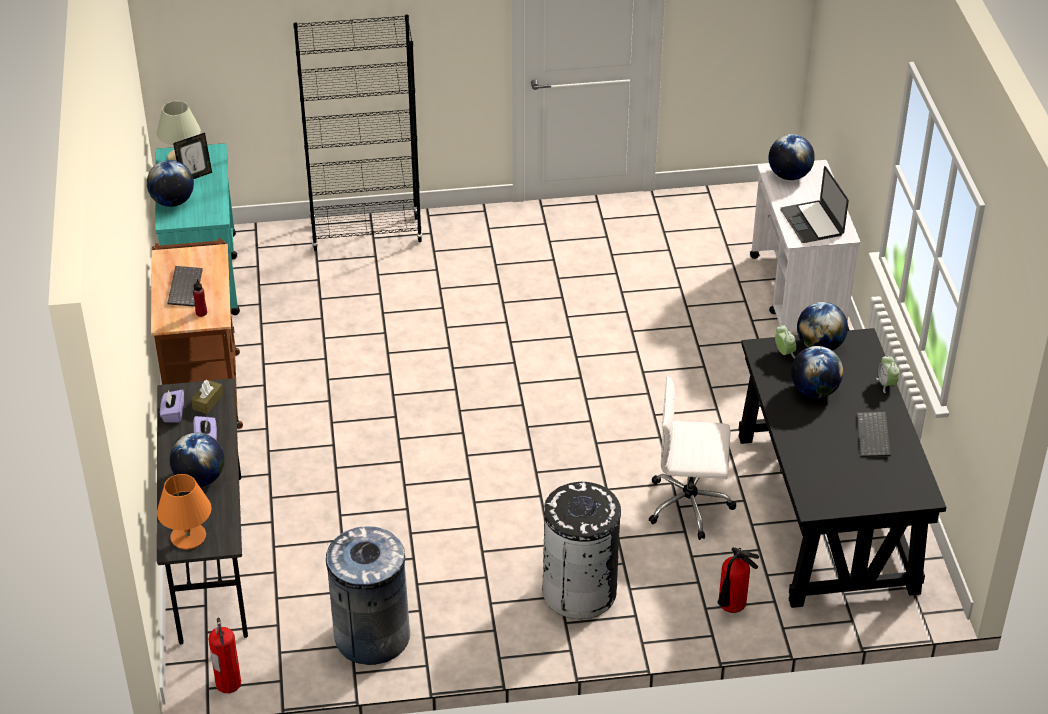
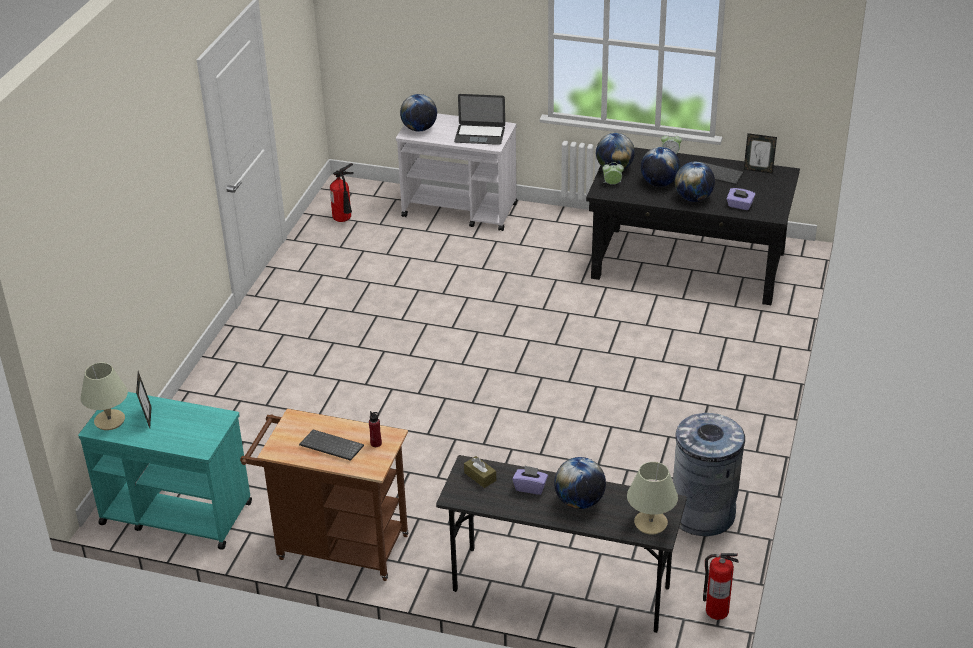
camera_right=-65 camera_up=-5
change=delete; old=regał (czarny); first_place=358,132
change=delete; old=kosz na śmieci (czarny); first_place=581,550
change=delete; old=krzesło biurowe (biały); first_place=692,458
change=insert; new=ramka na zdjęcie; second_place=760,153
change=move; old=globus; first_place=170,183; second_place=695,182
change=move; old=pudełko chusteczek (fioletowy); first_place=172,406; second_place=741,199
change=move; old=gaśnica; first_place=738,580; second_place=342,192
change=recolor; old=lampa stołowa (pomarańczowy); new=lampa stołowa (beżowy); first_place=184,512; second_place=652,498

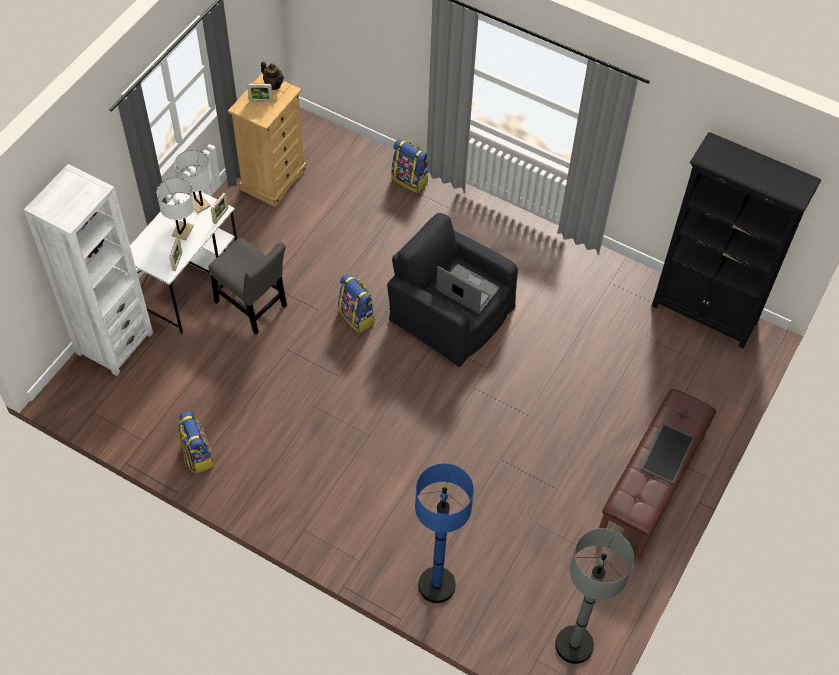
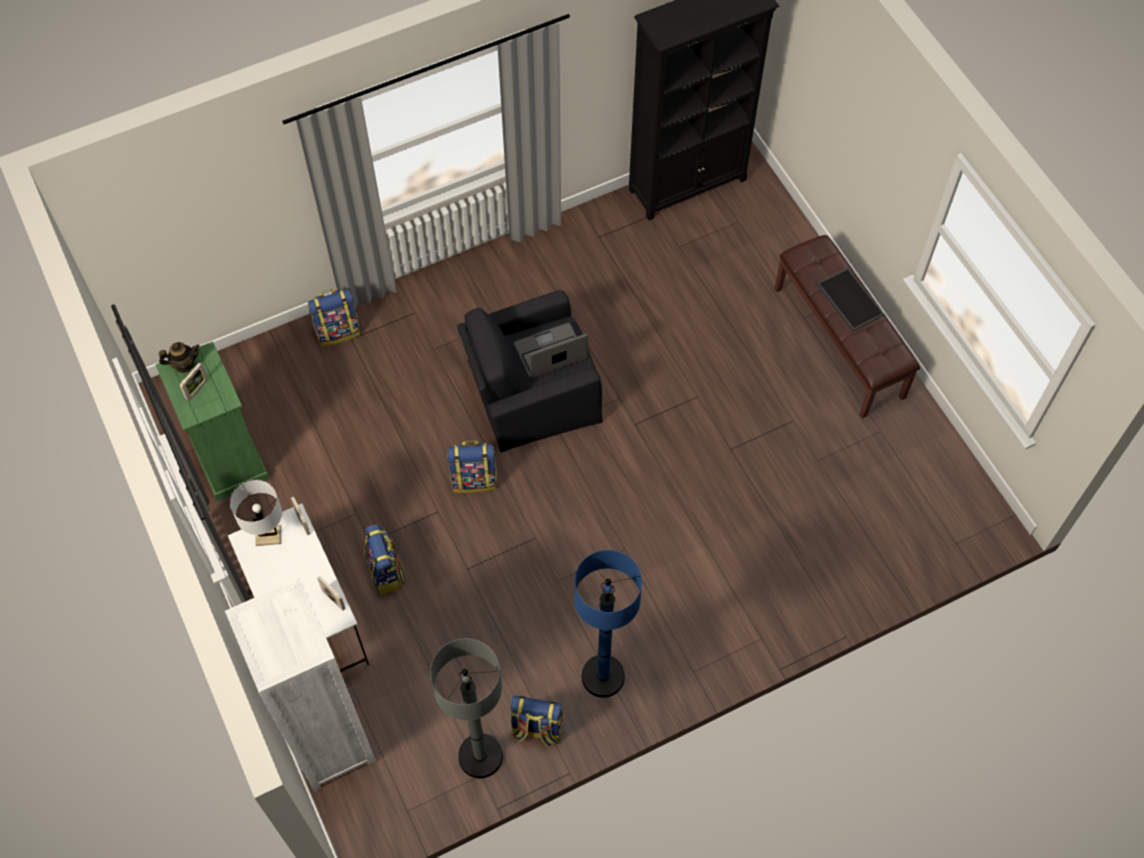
camera_right=-55 camera_up=5
change=delete; old=lampa stołowa (biały); first_place=176,209
change=move; old=lampa stojąca (niebieski); first_place=444,533; second_place=608,624
change=move; old=lampa stojąca (szary); first_place=594,596; second_place=466,708
change=replace; old=krzesło (szary); new=plecak; first_place=248,286; second_place=385,559
change=recolor; old=komoda (beżowy); new=komoda (zielony); first_place=267,140; second_place=212,421

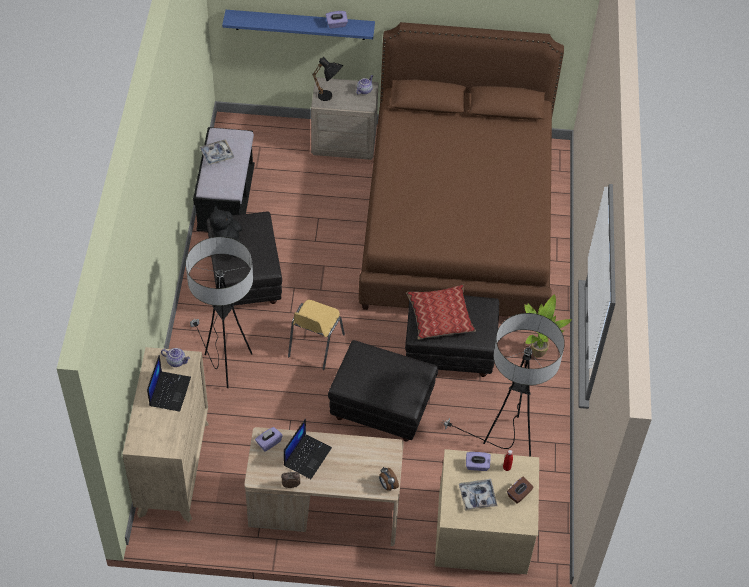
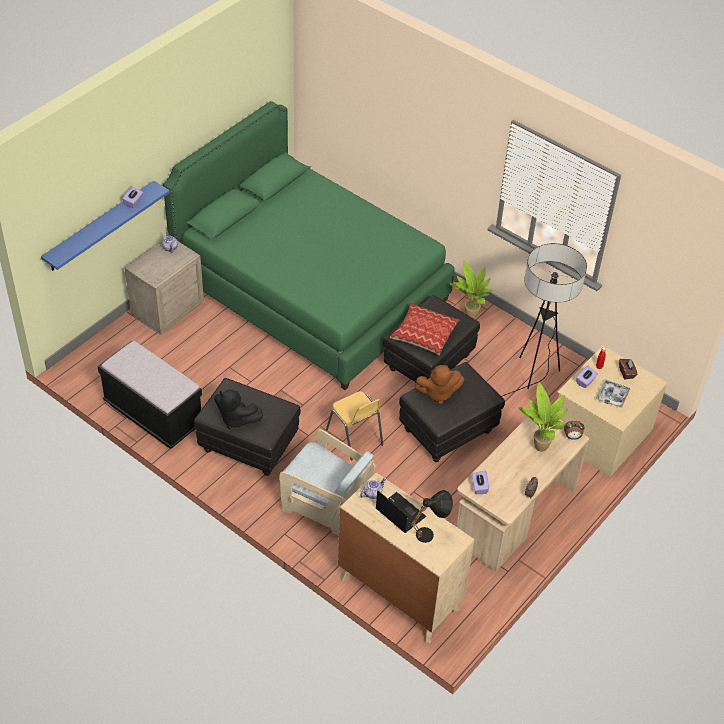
camera_right=-55 camera_up=-5
change=delete; old=taca; first_place=216,152
change=delete; old=laptop; first_place=308,449
change=insert; new=pluszak (brązowy); second_place=439,384
change=insert; new=roślina doniczkowa; second_place=543,417
change=move; old=lampa stołowa (czarny); first_place=327,79; second_place=432,516
change=replace; old=lampa stojąca; new=fotel (beżowy); first_place=219,312; second_place=327,482
change=recolor; old=łóżko (brązowy); new=łóżko (zielony); first_place=461,169; second_place=309,245

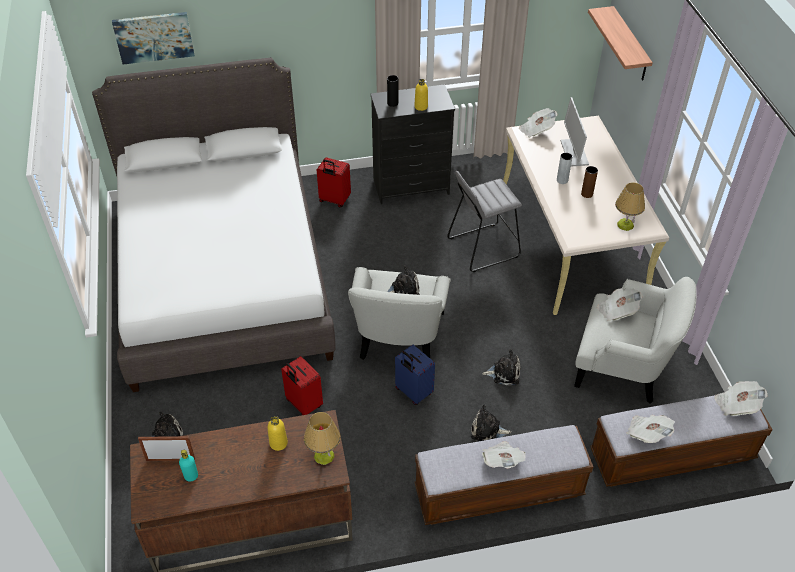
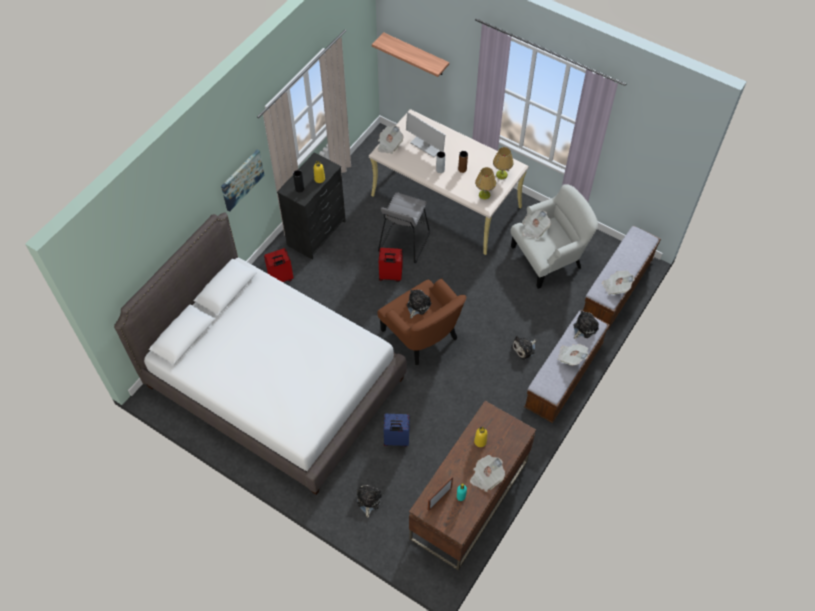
camera_right=-45 camera_up=10
change=move; old=obraz; first_place=153,38; second_place=243,180
change=move; old=walizka (czerwony); first_place=302,385; second_place=390,265
change=move; old=lampa stołowa; first_place=322,438; second_place=485,183
change=move; old=walizka (niebieski); first_place=415,375; second_place=396,430
change=move; old=pluszak; first_place=501,367; second_place=586,325
change=move; old=gazeta; first_place=741,398; second_place=487,473
change=recolor; old=fotel (biały); new=fotel (brązowy); first_place=399,313; second_place=421,321

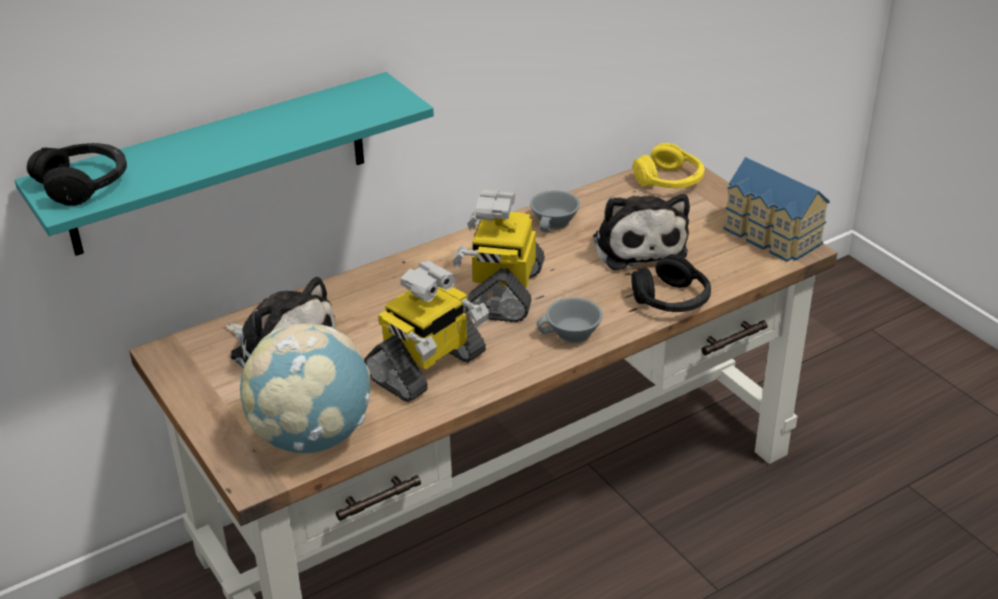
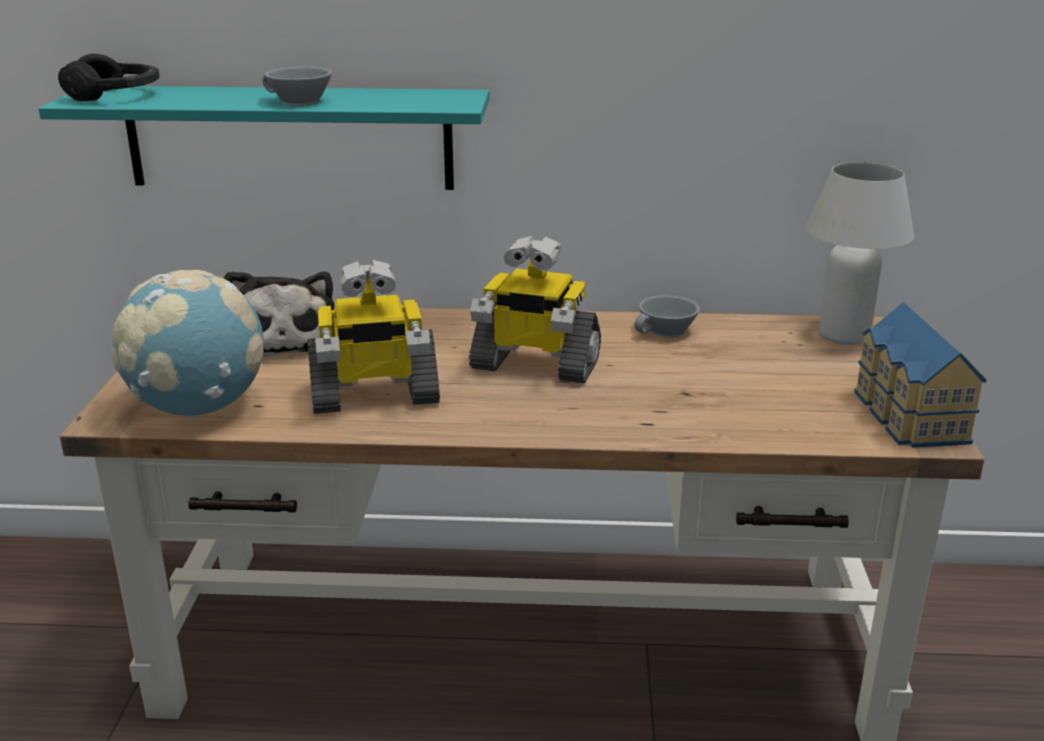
camera_right=35 camera_up=-10
change=delete; old=pluszak; first_place=641,232
change=delete; old=słuchawki (czarny); first_place=671,283
change=move; old=filiżanka (szary); first_place=570,320; second_place=297,86
change=replace; old=słuchawki (żółty); new=lampa stołowa (biały); first_place=669,165; second_place=860,253
change=rotate; old=robot zabawkowy; first_place=498,256; second_place=535,309; degrees=-120

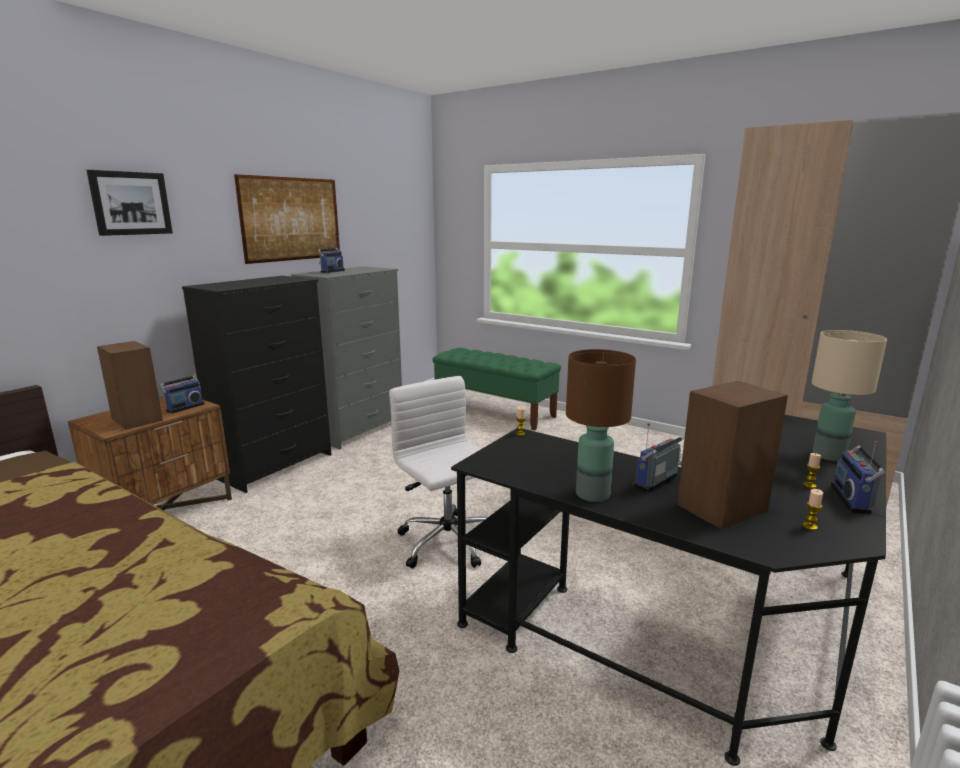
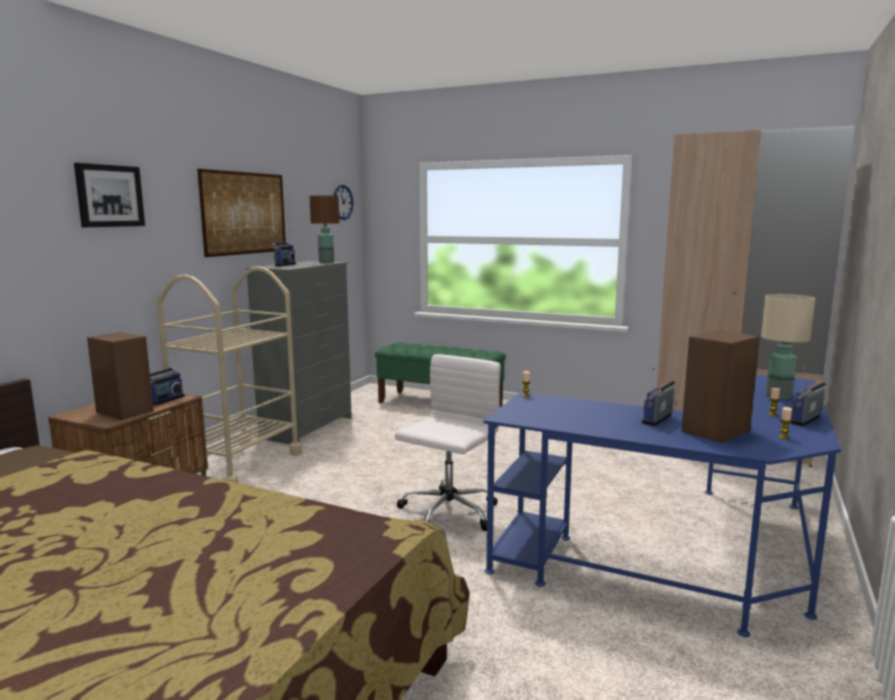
camera_right=-10 camera_up=-5
change=insert; new=zegar ścienny; second_place=343,202
change=move; old=lampa stołowa (brązowy); first_place=601,425; second_place=324,229
change=replace; old=komoda (czarny); new=wózek (beżowy); first_place=257,384; second_place=229,374
change=recolor; old=biurko (czarny); new=biurko (niebieski); first_place=668,590; second_place=662,506
change=rotate; old=krzesło biurowe (biały); first_place=438,472; second_place=448,442; degrees=75
change=rotate; old=radio; first_place=858,477; second_place=809,397; degrees=45

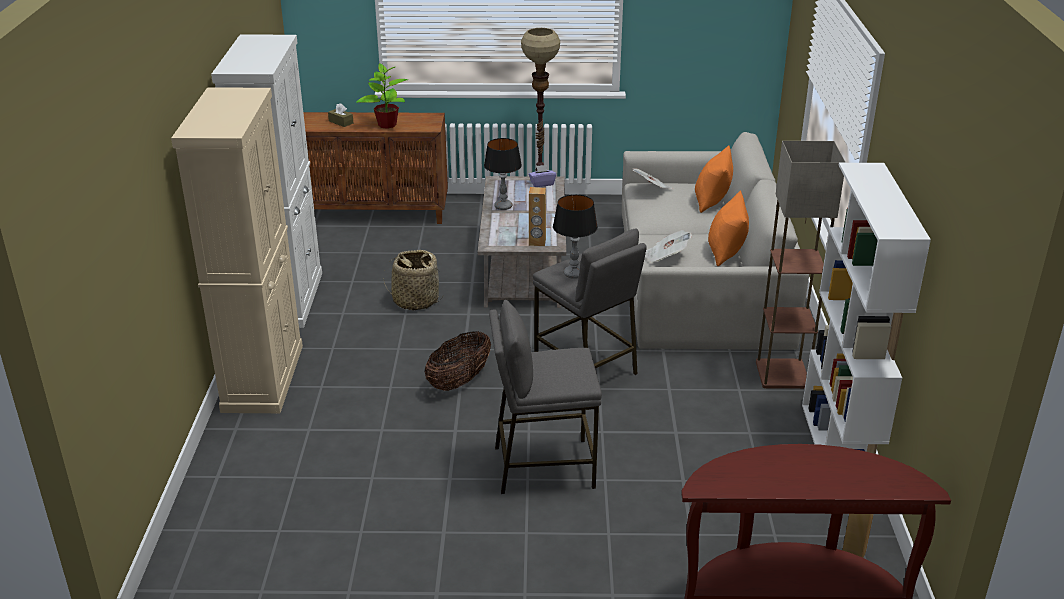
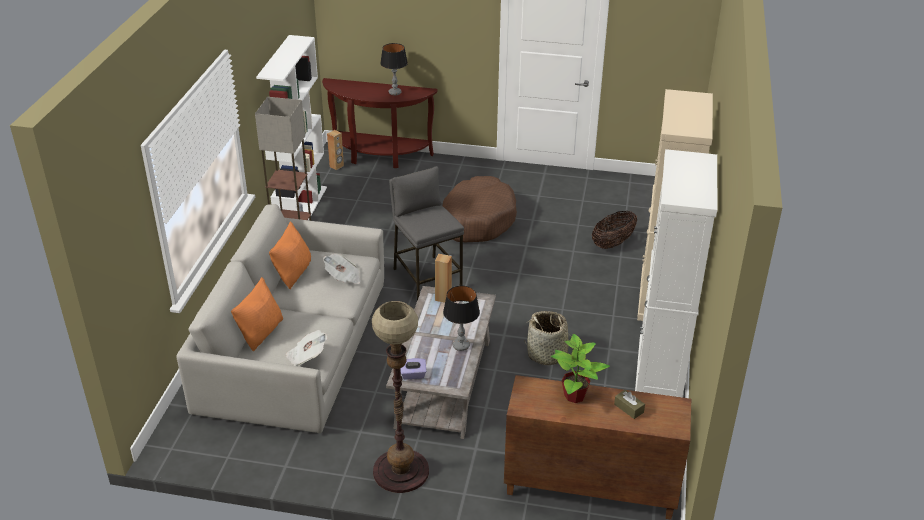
camera_right=-170 camera_up=5
change=move; old=koszyk; first_place=457,361; second_place=614,230
change=move; old=lampa stołowa; first_place=575,236; second_place=394,69
change=replace; old=stołek (szary); new=legowisko (brązowy); first_place=545,397; second_place=479,209

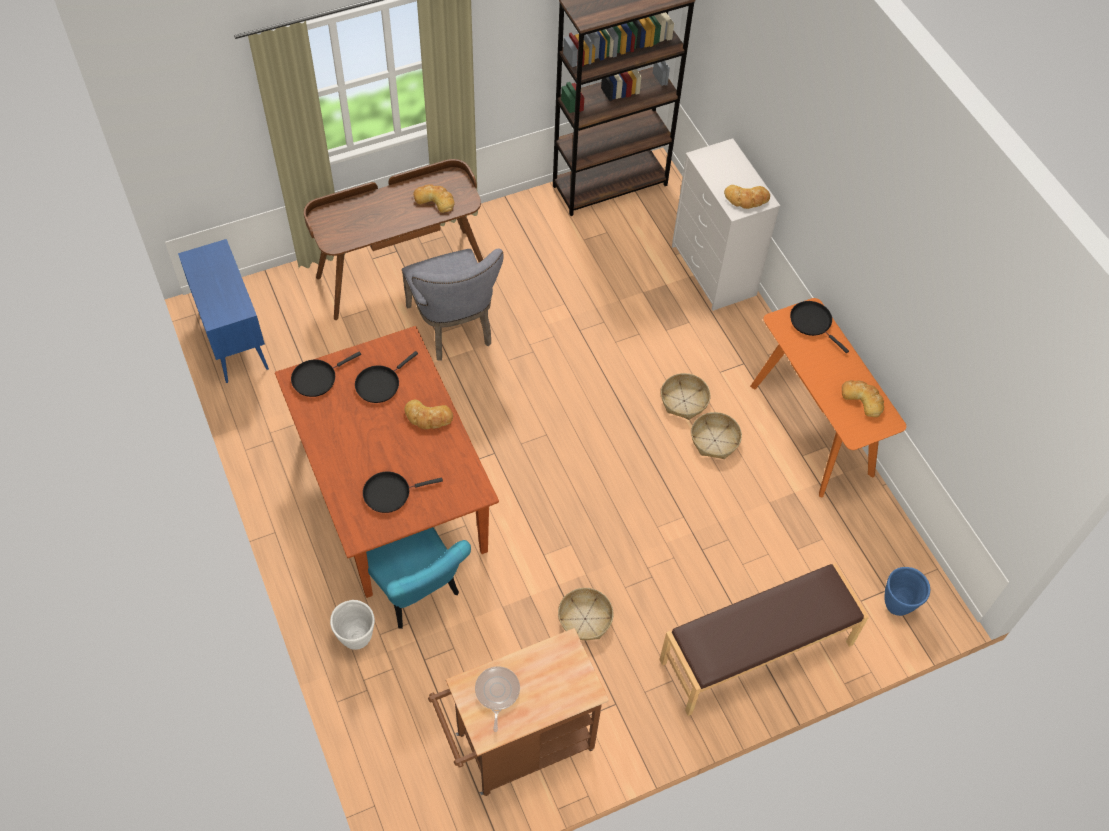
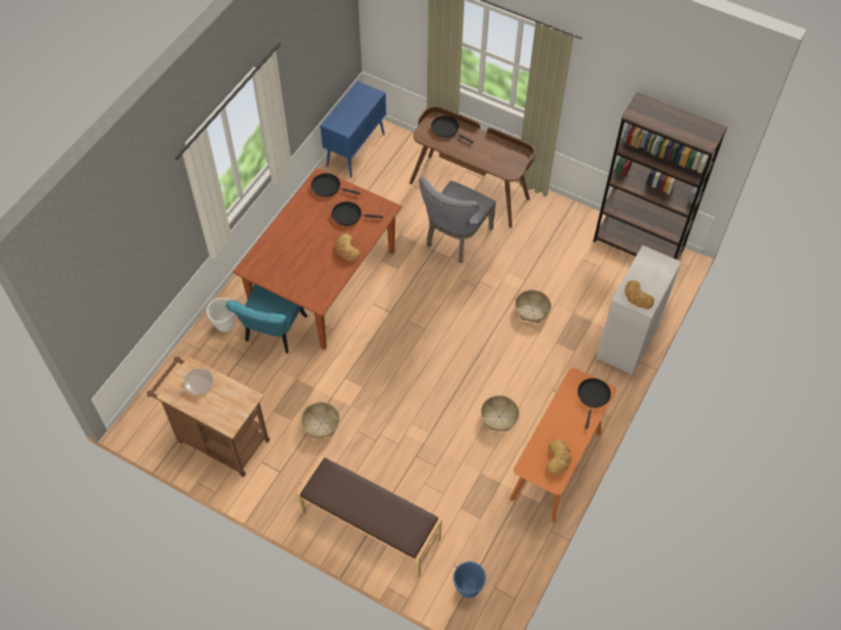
camera_right=55 camera_up=0
change=delete; old=chleb; first_place=433,199
change=move; old=patelnia (czarny); first_place=403,492; second_place=452,130
change=move; old=koszyk; first_place=686,396; second_place=533,306

